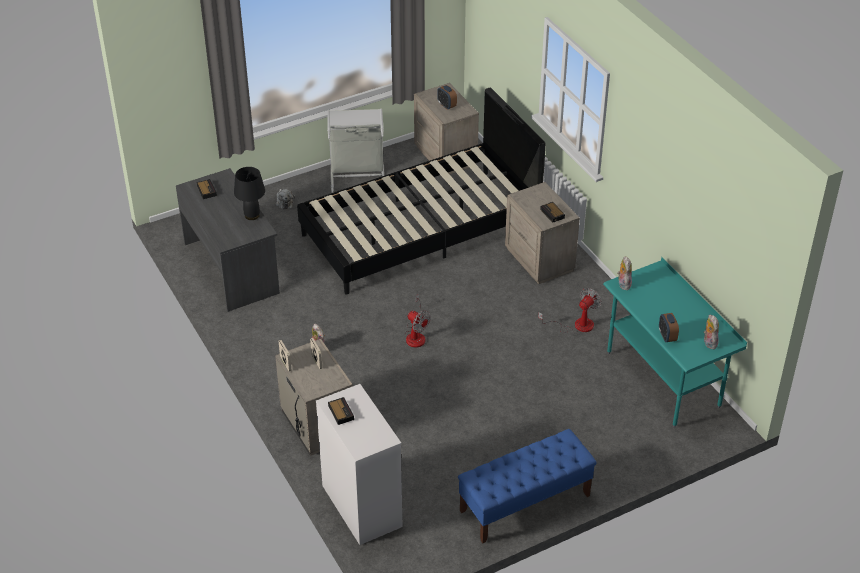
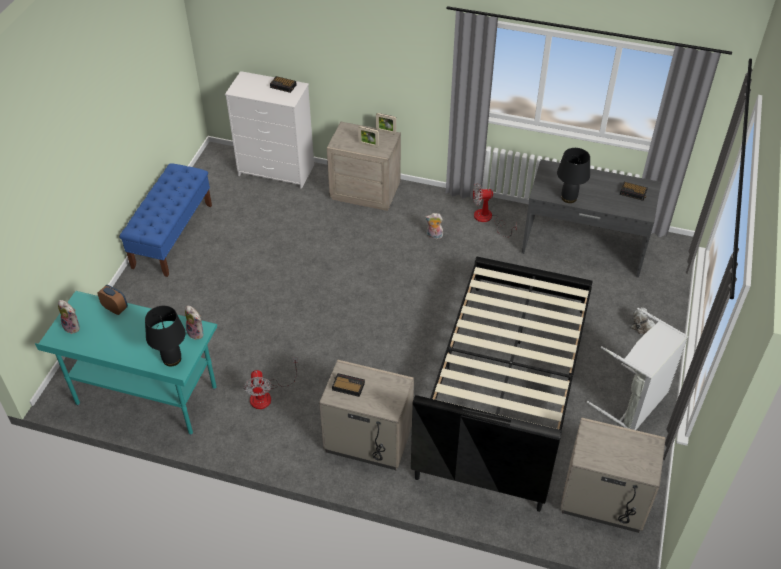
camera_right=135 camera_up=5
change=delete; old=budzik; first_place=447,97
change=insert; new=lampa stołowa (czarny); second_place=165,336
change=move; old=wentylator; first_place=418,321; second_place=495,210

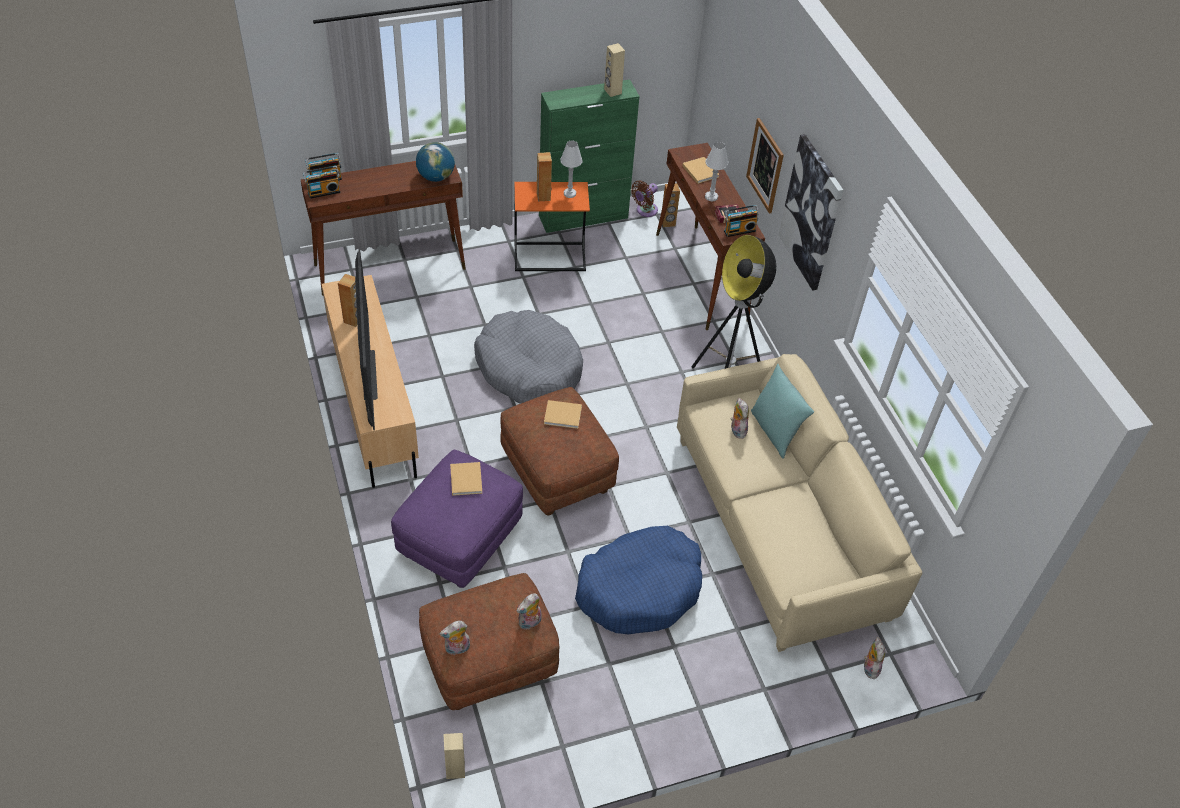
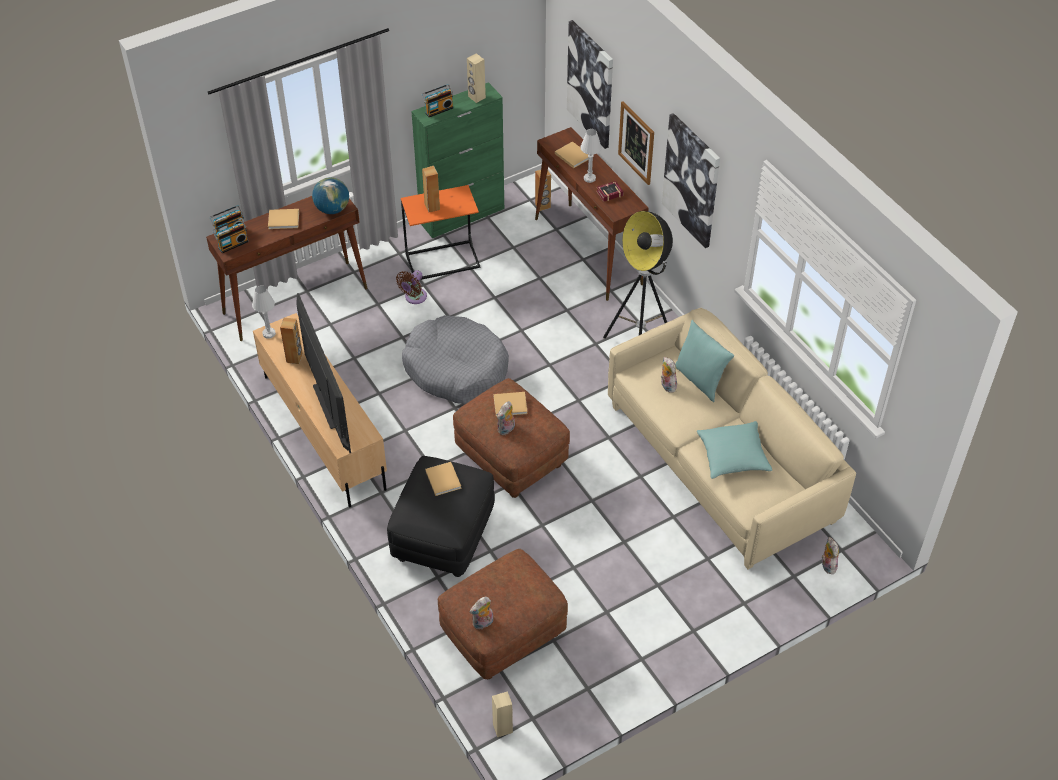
camera_right=-10 camera_up=0
change=delete; old=legowisko (niebieski); first_place=638,580
change=insert; new=książka (beżowy); second_place=283,219
change=insert; new=obraz; second_place=590,84
change=insert; new=poduszka (turkusowy); second_place=734,450
change=move; old=pluszak; first_place=528,611; second_place=506,418
change=move; old=lampa stołowa (biały); first_place=571,169; second_place=264,312
change=move; old=wentylator (brązowy); first_place=644,198; second_place=411,287
change=move; old=radio; first_place=741,221; second_place=438,100
change=recolor; old=pufa (fioletowy); new=pufa (czarny); first_place=457,519; second_place=441,516

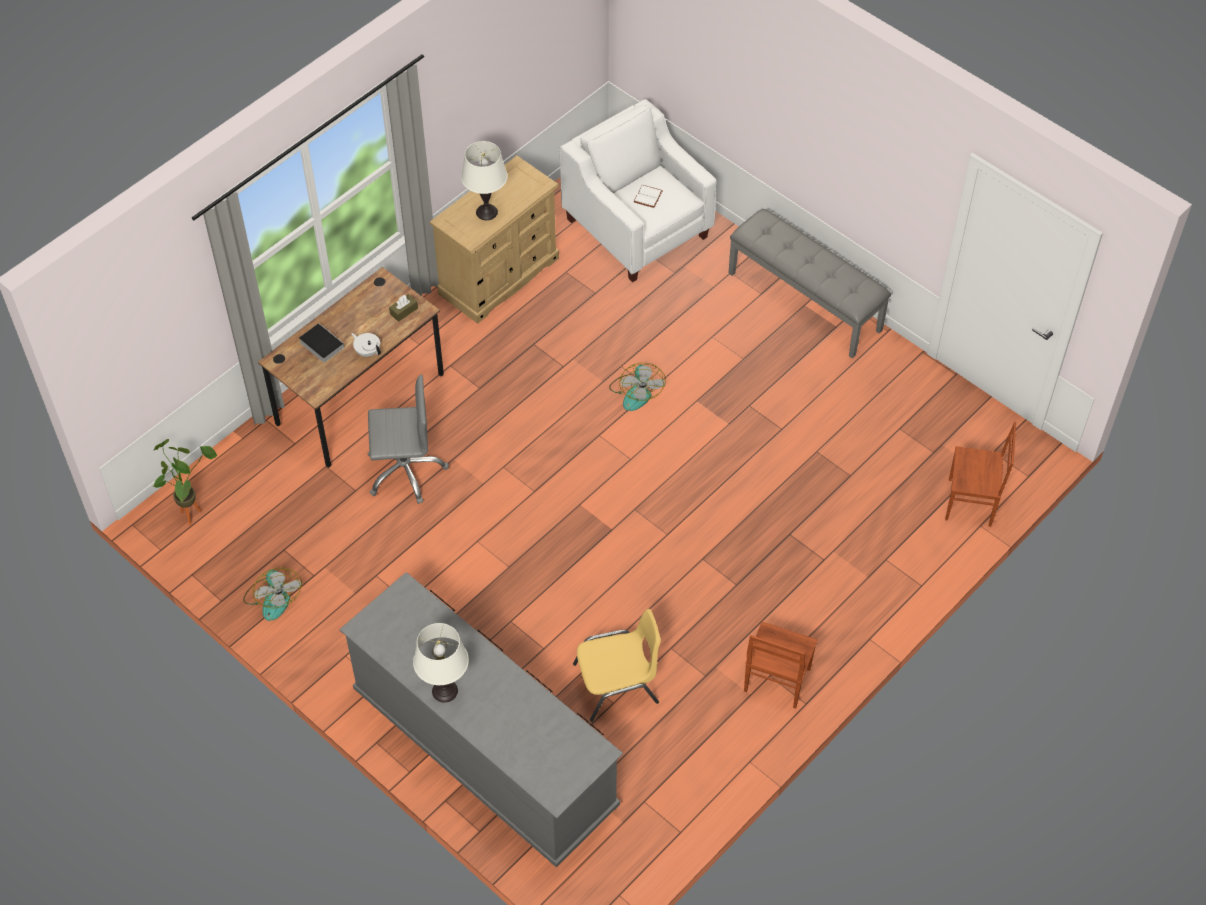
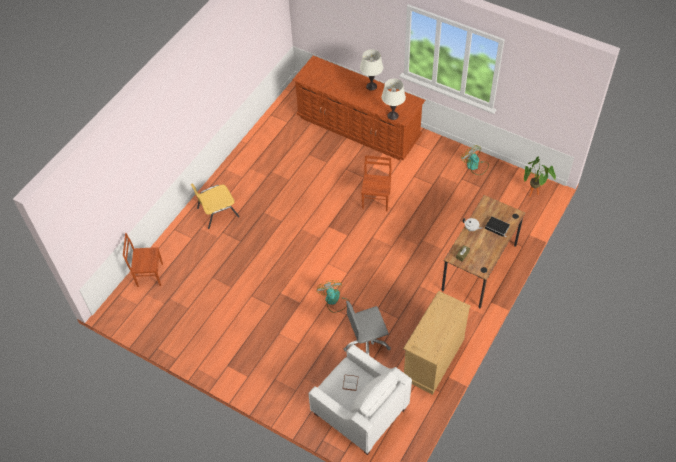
camera_right=170 camera_up=0
change=delete; old=ławka (szary); first_place=810,283
change=move; old=krzesło biurowe (szary); first_place=408,439; second_place=367,328
change=move; old=lampa stołowa (biały); first_place=484,180; second_place=394,99
change=move; old=krzesło (żółty); first_place=617,665; second_place=215,206
change=move; old=krzesło (brązowy); first_place=780,665; second_place=376,183
change=recolor; old=komoda (szary); new=komoda (brązowy); first_place=481,720; second_place=359,108

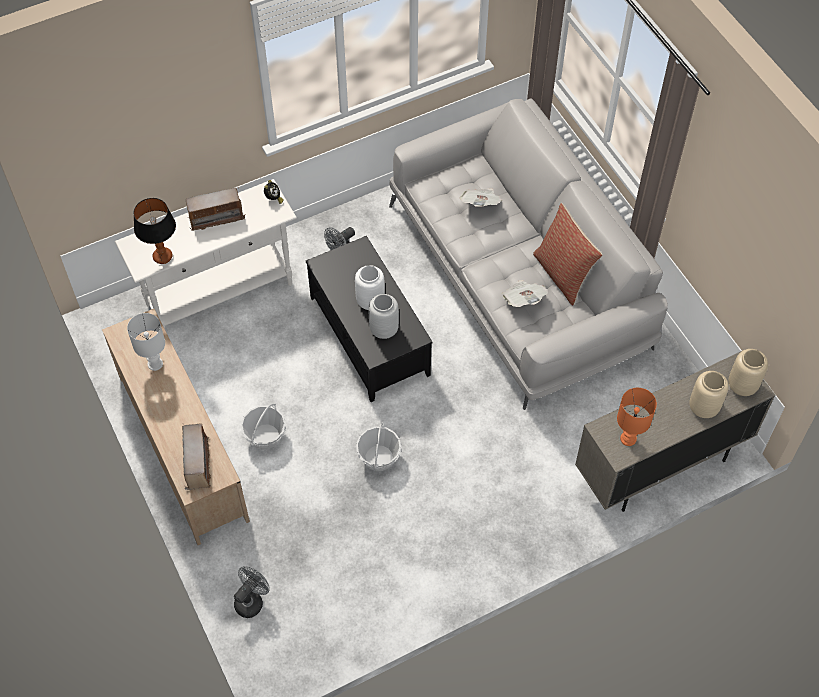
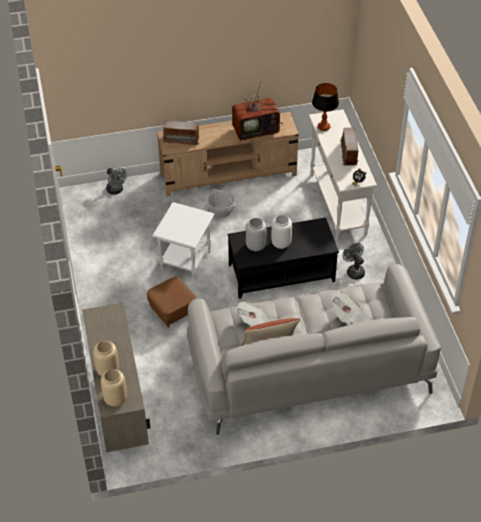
camera_right=105 camera_up=-10
change=delete; old=lampa stołowa (pomarańczowy); first_place=637,417
change=insert; new=pufa (brązowy); second_place=171,302
change=replace; old=lampa stołowa (biały); new=telewizor; first_place=146,342; second_place=257,111
change=replace; old=koszyk; new=stolik (biały); first_place=378,447; second_place=183,241

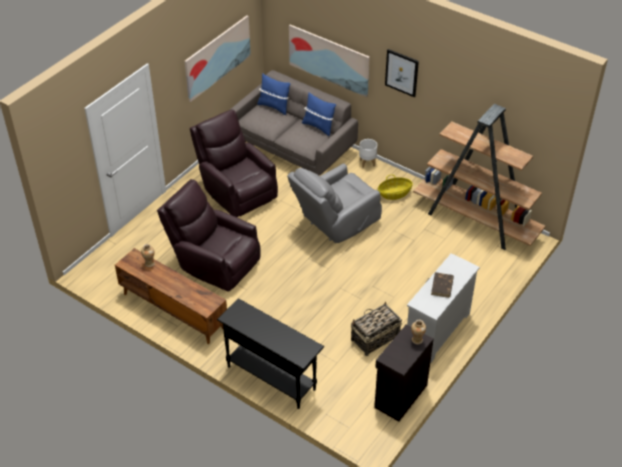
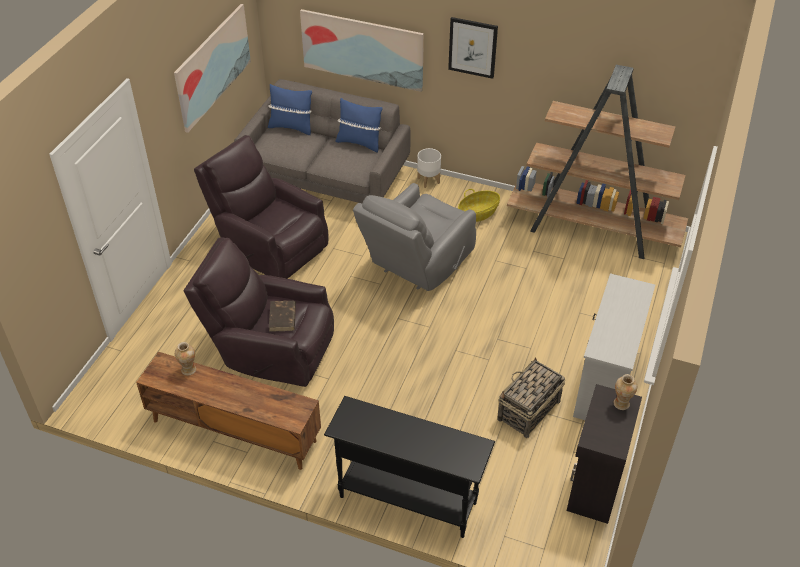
camera_right=-15 camera_up=0
change=move; old=książka (brązowy); first_place=442,285; second_place=282,316

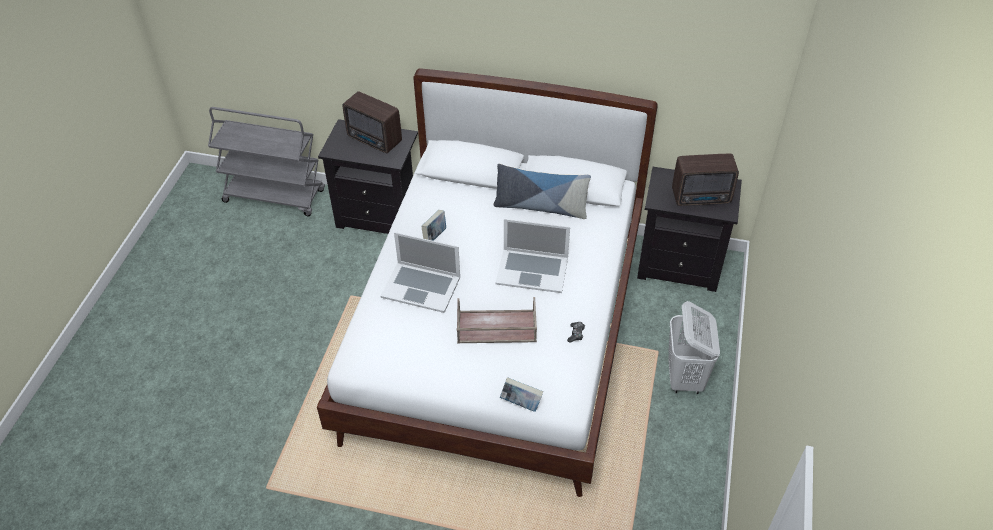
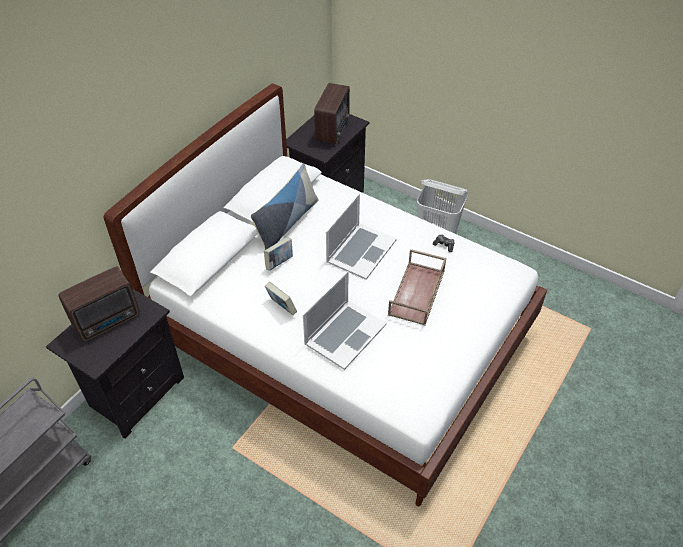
camera_right=-70 camera_up=0
change=move; old=książka; first_place=521,394; second_place=278,254

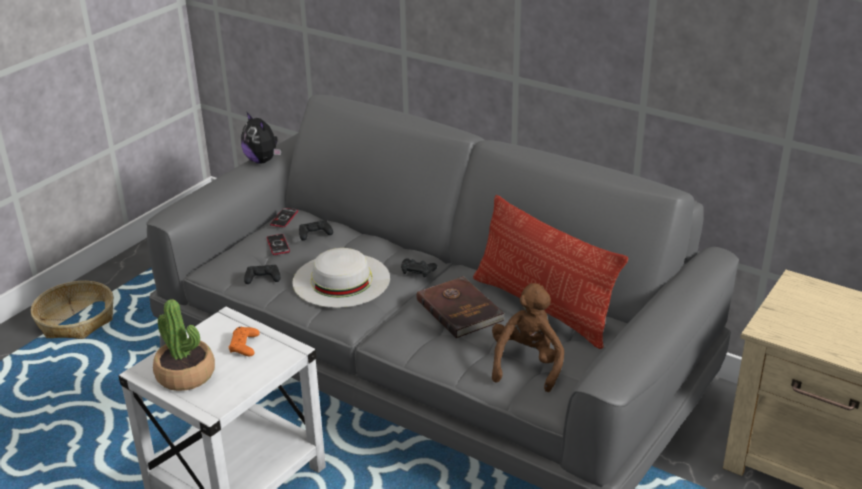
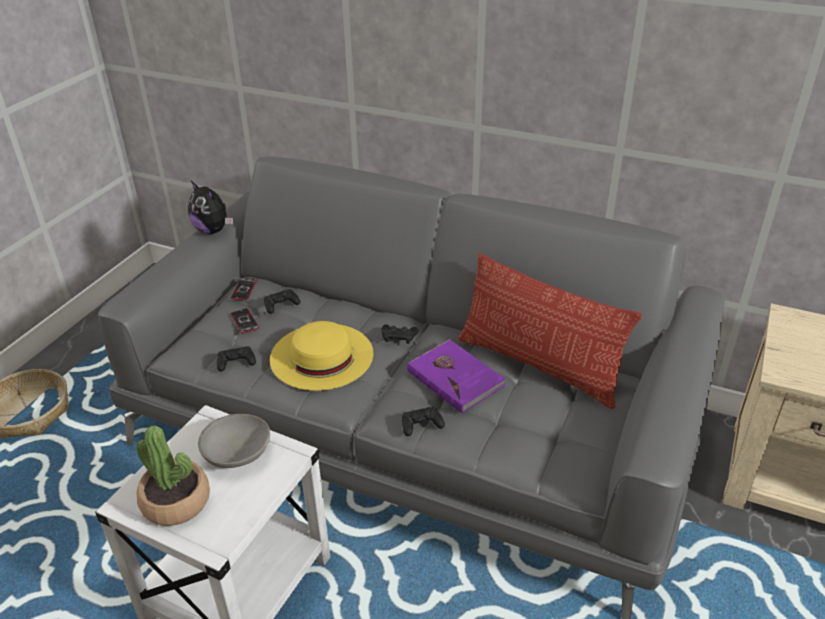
camera_right=-10 camera_up=5
change=delete; old=pluszak (brązowy); first_place=528,337
change=insert; new=pad do gier (czarny); second_place=423,421
change=replace; old=pad do gier (pomarańczowy); new=miska (szary); first_place=244,341; second_place=234,441
change=recolor; old=kapelusz (biały); new=kapelusz (żółty); first_place=341,278; second_place=321,356
change=recolor; old=książka (brązowy); new=książka (fioletowy); first_place=461,307; second_place=456,376

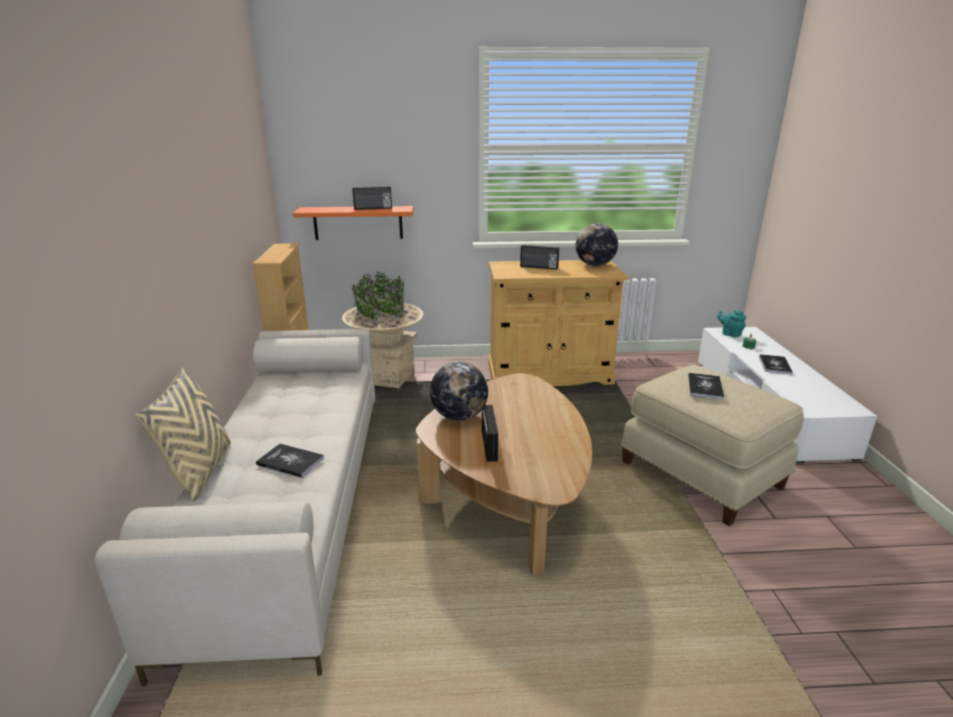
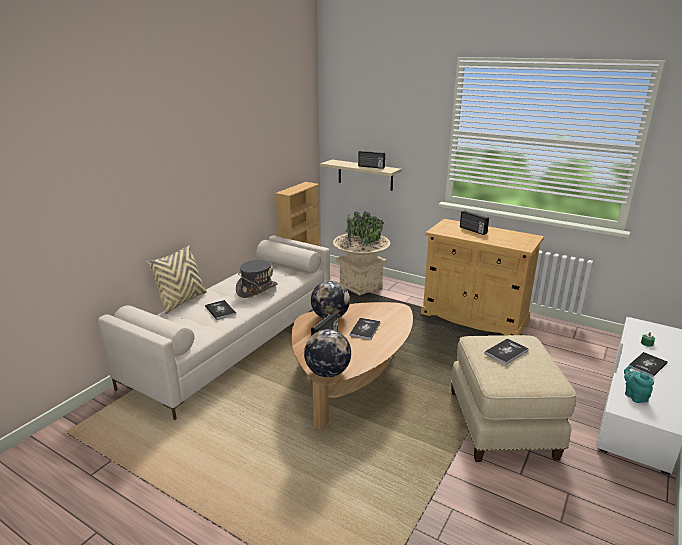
camera_right=35 camera_up=0
change=insert; new=kapelusz (szary); second_place=257,279
change=insert; new=książka; second_place=365,329
change=move; old=globus; first_place=597,244; second_place=327,353
change=move; old=imbryk (turkusowy); first_place=731,324; second_place=639,384
change=recolor; old=półka (pomarańczowy); new=półka (beżowy); first_place=353,223; second_place=361,175

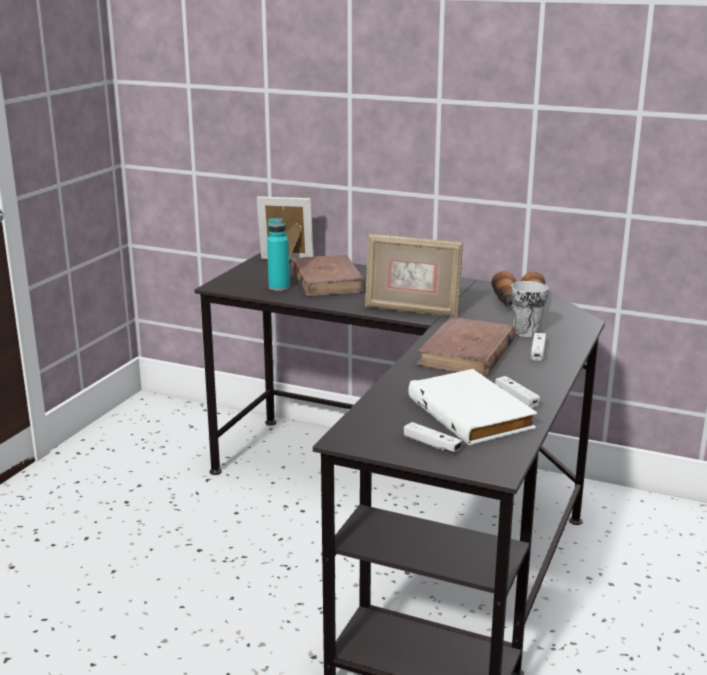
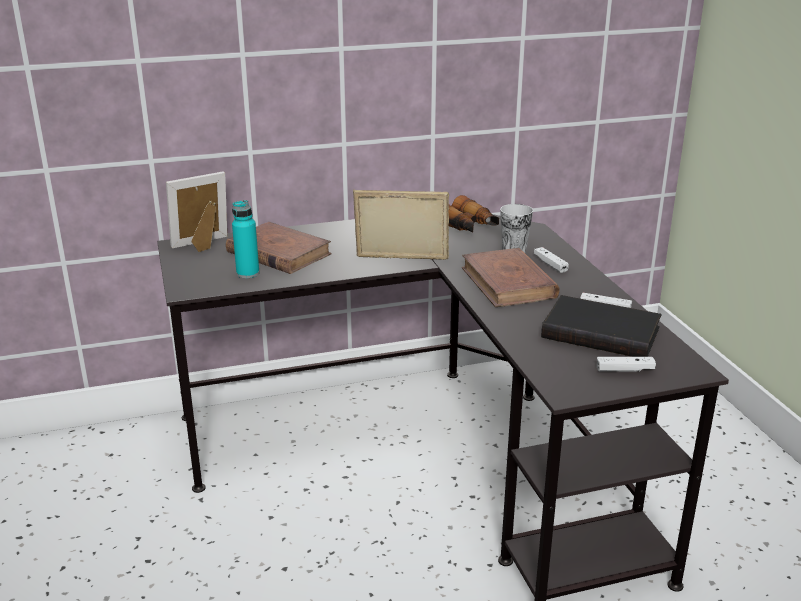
camera_right=-40 camera_up=5
change=recolor; old=książka (biały); new=książka (czarny); first_place=472,407; second_place=601,326
change=rotate; old=ramka na zdjęcie; first_place=414,275; second_place=401,224; degrees=-150

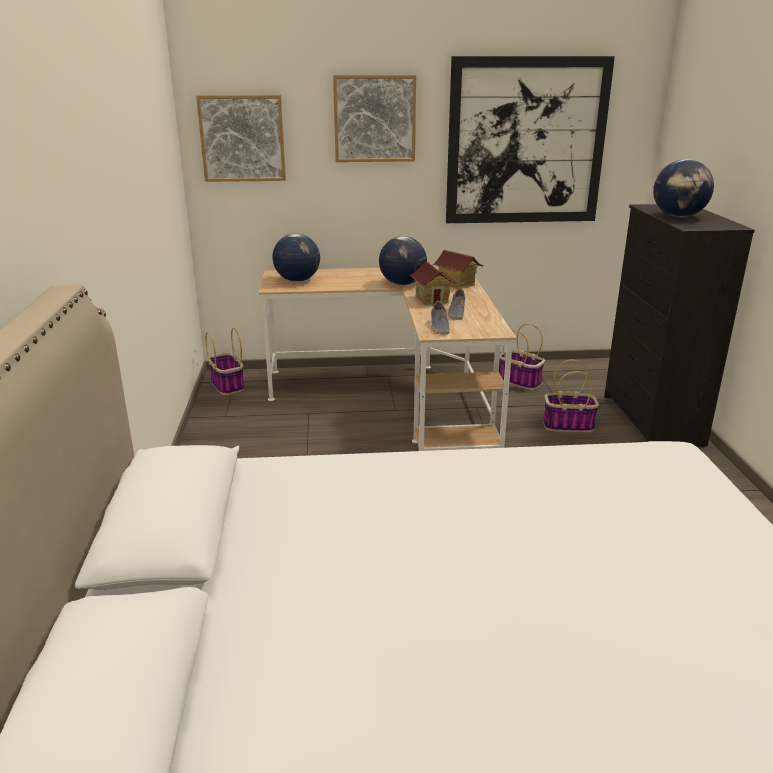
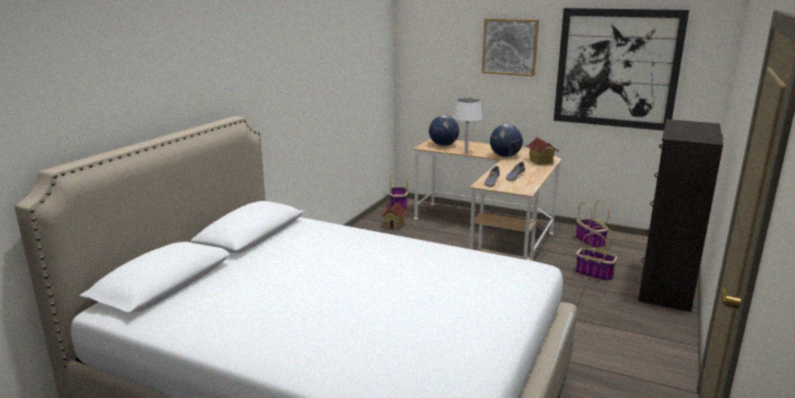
camera_right=30 camera_up=-5
change=delete; old=obraz; first_place=241,138
change=delete; old=globus; first_place=683,188
change=insert; new=lampa stołowa (biały); second_place=468,126
change=move; old=domek; first_place=433,283; second_place=394,215

